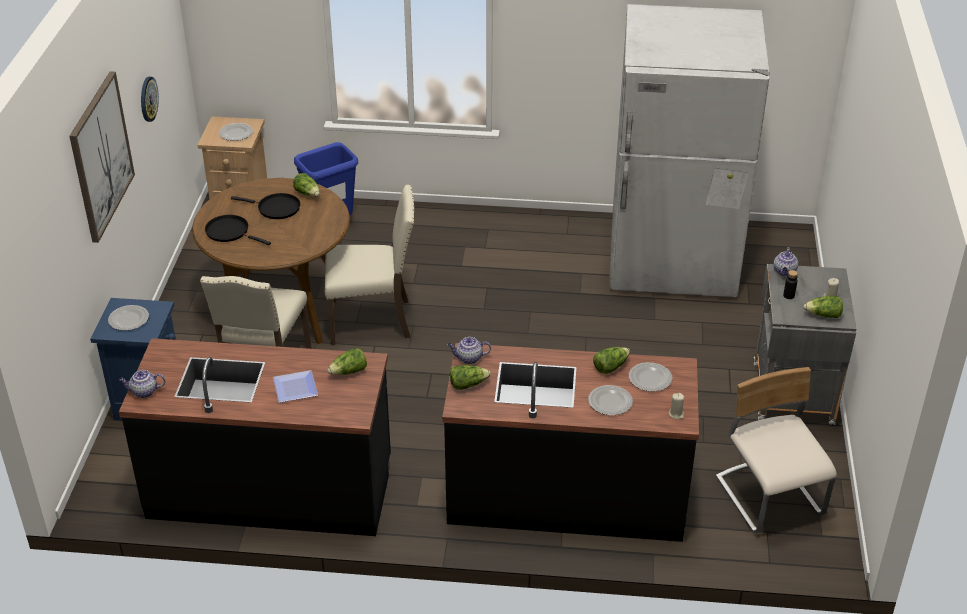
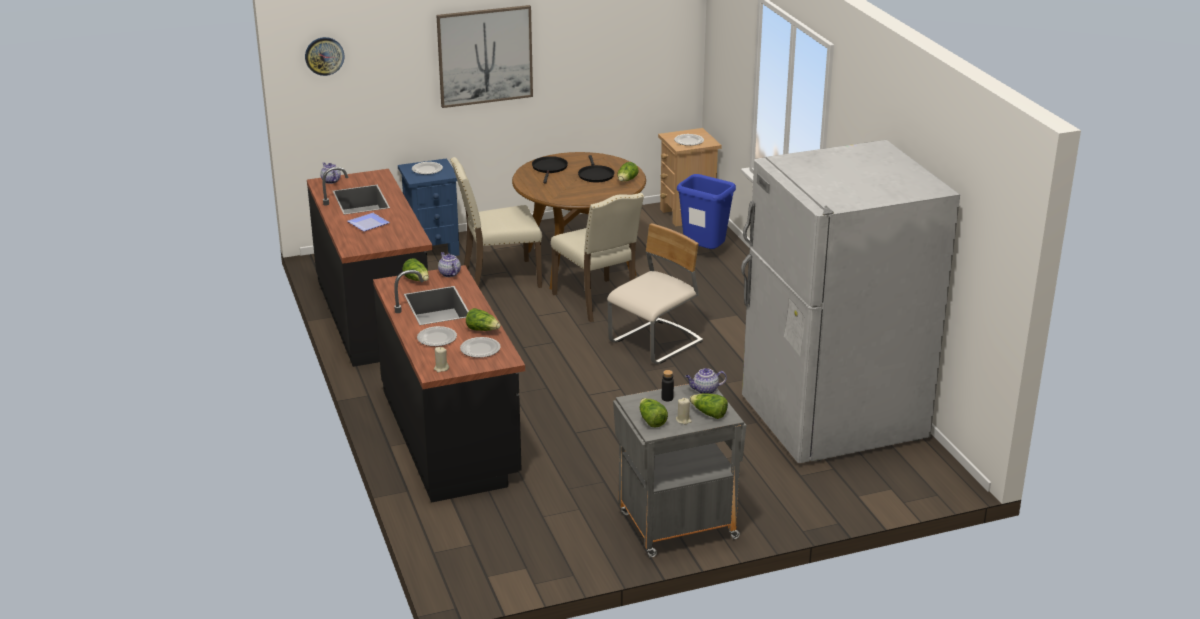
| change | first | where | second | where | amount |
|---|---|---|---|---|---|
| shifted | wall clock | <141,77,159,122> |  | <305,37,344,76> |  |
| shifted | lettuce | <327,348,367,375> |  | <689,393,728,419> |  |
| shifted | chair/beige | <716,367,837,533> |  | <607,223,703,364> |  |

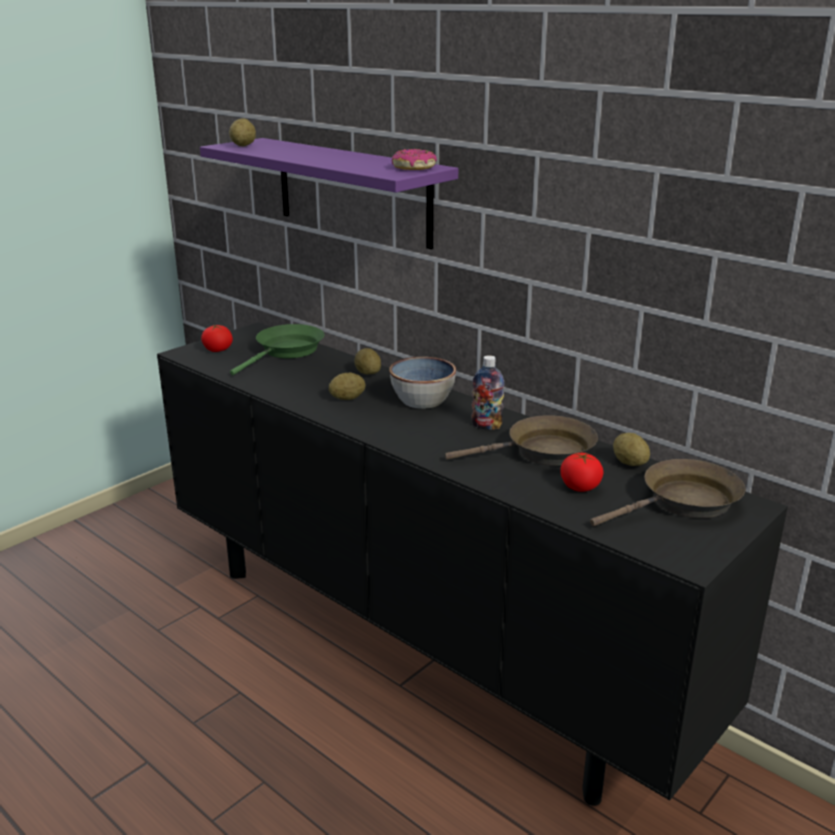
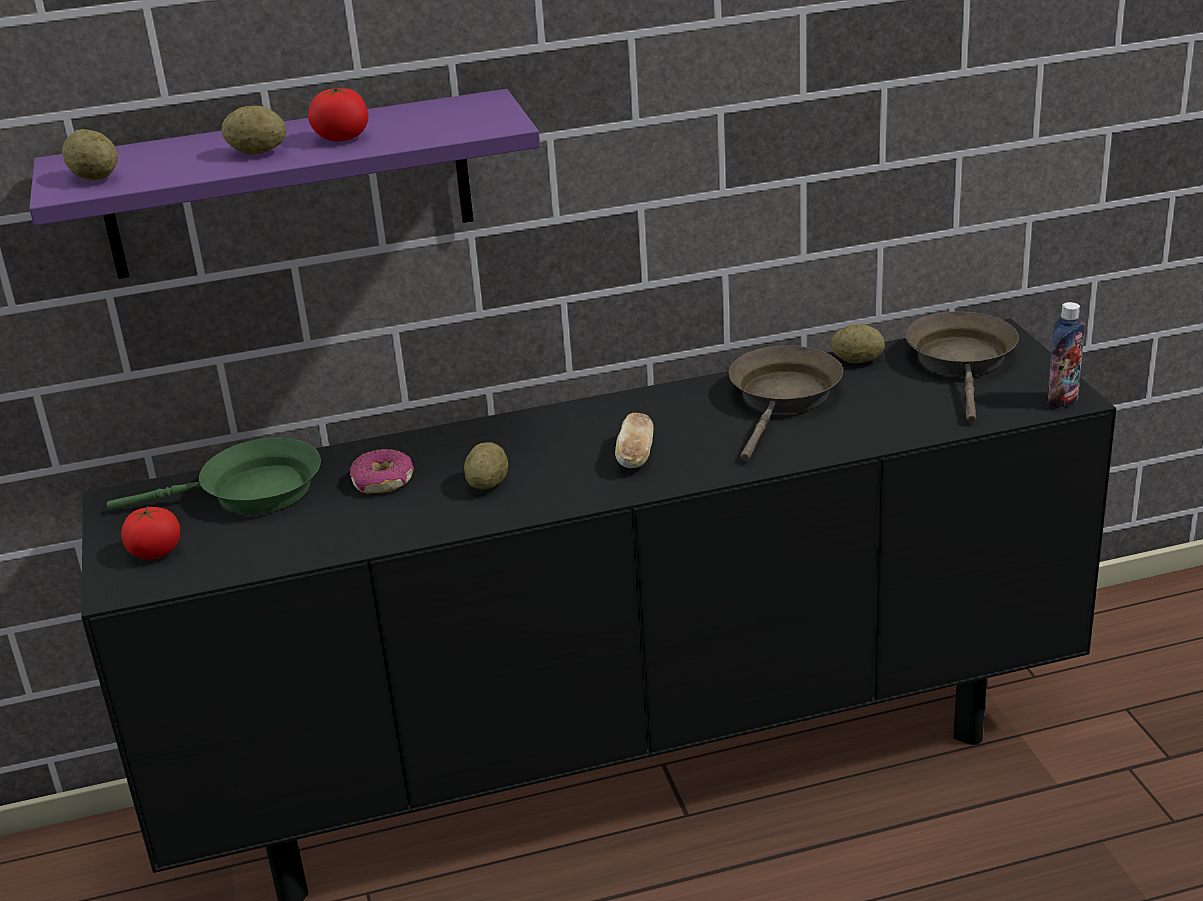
| change | first | where | second | where | amount |
|---|---|---|---|---|---|
| gone | bowl | <389,357,456,409> |  |  |  |
| new |  |  | bread | <615,413,654,468> |  |
| shifted | potato | <354,348,381,375> |  | <221,106,287,155> |  |
| shifted | donut | <392,149,437,170> |  | <350,449,414,494> |  |
| shifted | bottle | <471,355,505,430> |  | <1047,302,1085,408> |  |
| shifted | tomato | <560,453,604,492> |  | <308,88,368,142> |  |
| rotated | frying pan/green | <230,324,324,375> |  | <107,437,321,514> | 105 degrees clockwise |

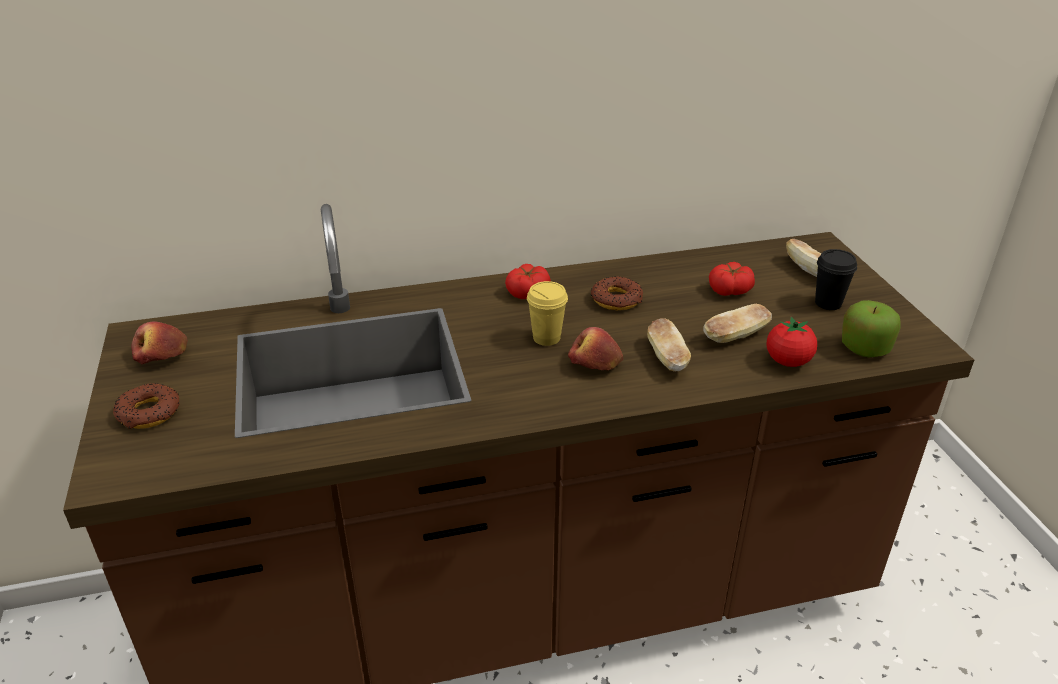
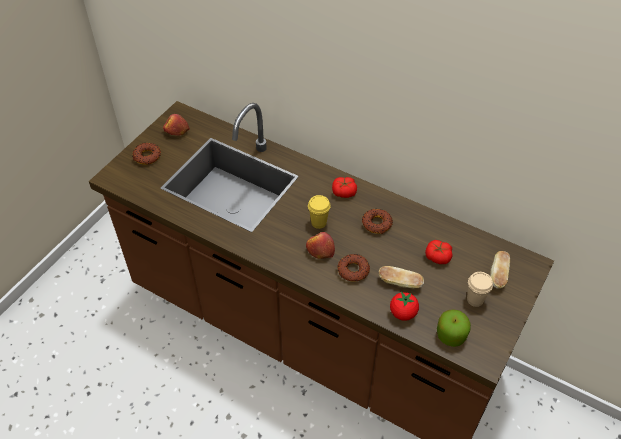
| change | first | where | second | where | amount |
|---|---|---|---|---|---|
| swapped | bread | <647,318,691,372> | donut | <338,254,370,282> |  |
| repainted | cup/black | <815,249,857,310> | cup/beige | <467,272,493,307> |  |

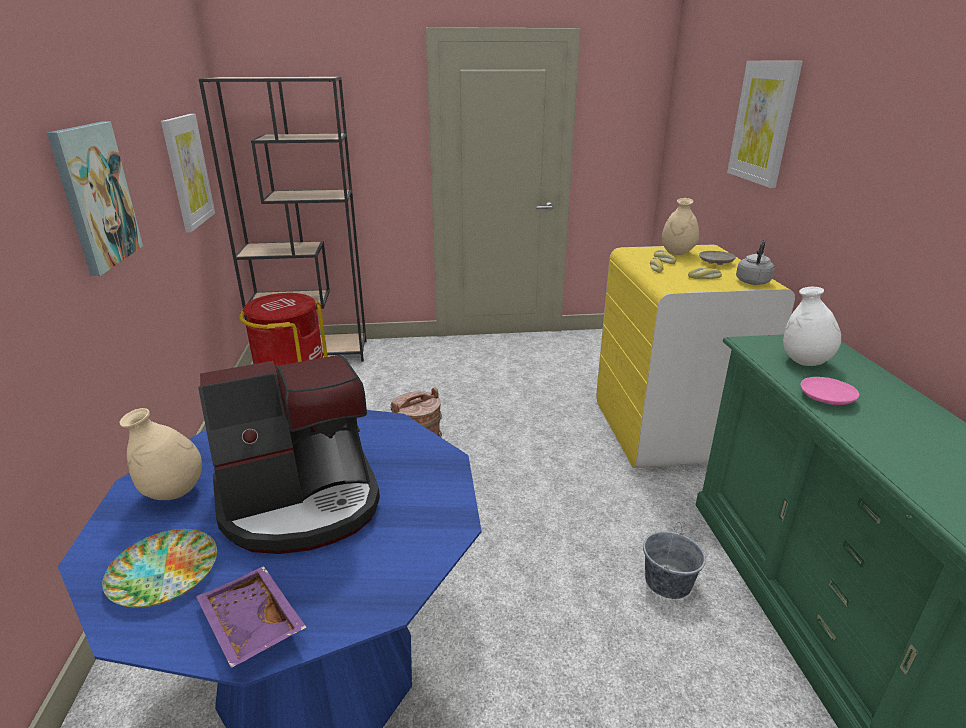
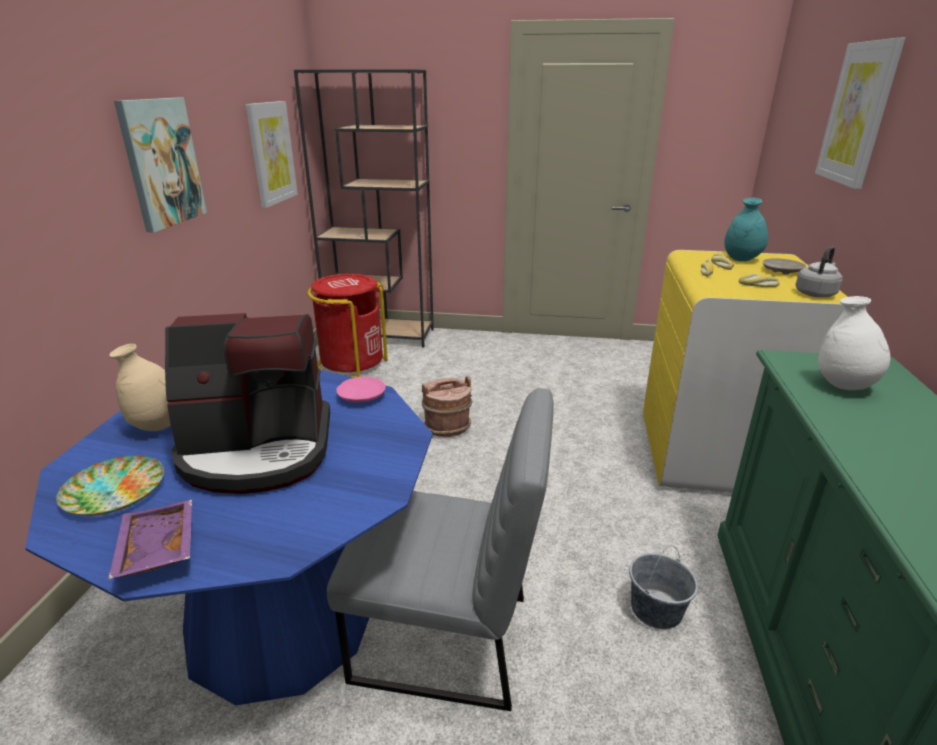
| change | first | where | second | where | amount |
|---|---|---|---|---|---|
| new |  |  | chair/grey | <327,388,554,711> |  |
| shifted | plate/pink | <800,377,859,405> |  | <336,377,386,403> |  |
| repainted | vase/beige | <662,198,699,255> | vase/turquoise | <724,198,768,261> |  |

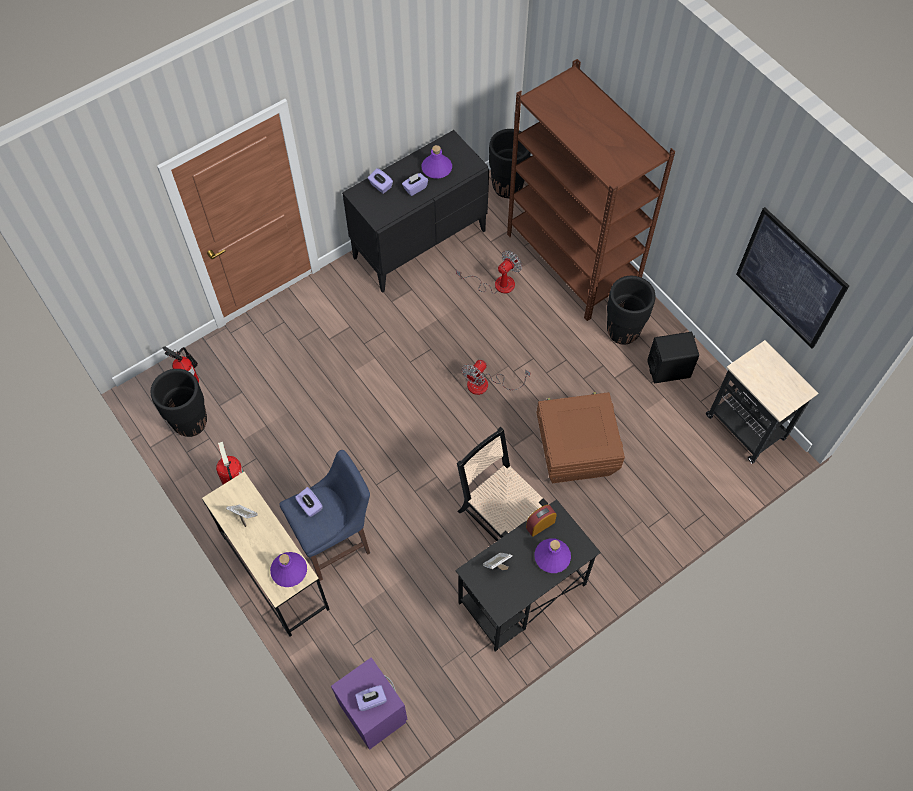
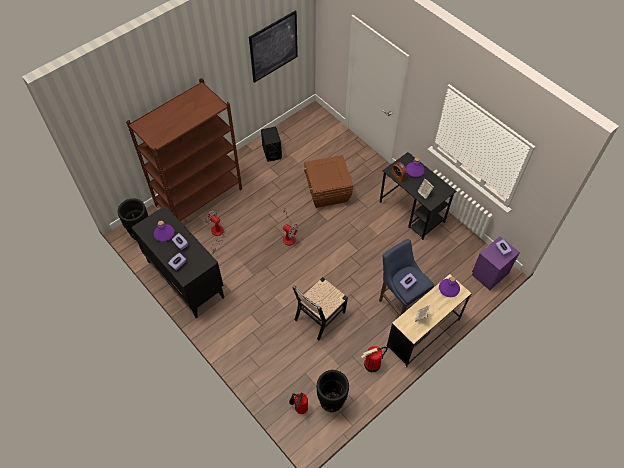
| change | first | where | second | where | amount |
|---|---|---|---|---|---|
| gone | planter/black | <607,276,655,345> |  |  |  |
| gone | cart | <706,340,818,464> |  |  |  |
| shifted | chair | <457,427,548,541> |  | <292,277,348,341> |  |

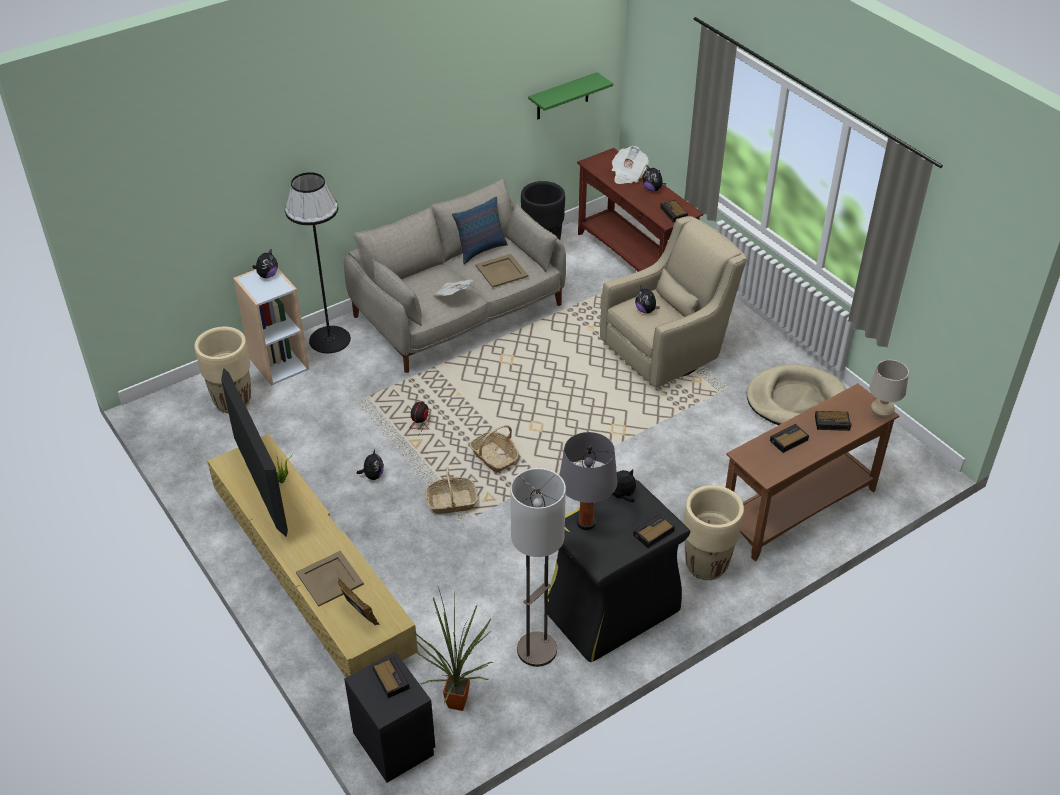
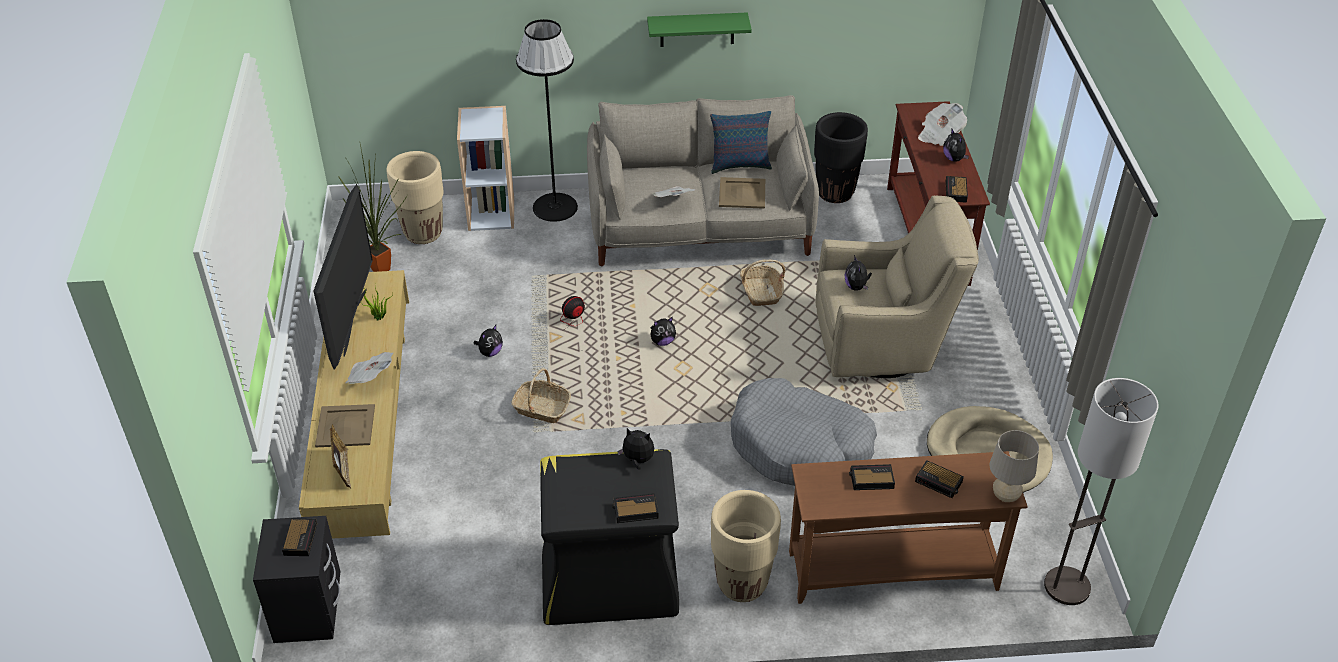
| change | first | where | second | where | amount |
|---|---|---|---|---|---|
| gone | table lamp/grey | <559,432,618,530> |  |  |  |
| new |  |  | newspaper | <345,352,393,384> |  |
| new |  |  | dog bed/grey | <731,378,877,486> |  |
| shifted | plush toy | <253,250,278,278> |  | <651,317,676,346> |  |
| shifted | potted plant | <413,585,493,711> |  | <338,144,408,272> |  |
| shifted | basket | <469,425,519,472> |  | <740,260,785,306> |  |
| shifted | floor lamp | <510,468,566,667> |  | <1044,378,1159,605> |  |
| shifted | shelf/green | <528,72,613,119> |  | <647,13,752,47> |  |

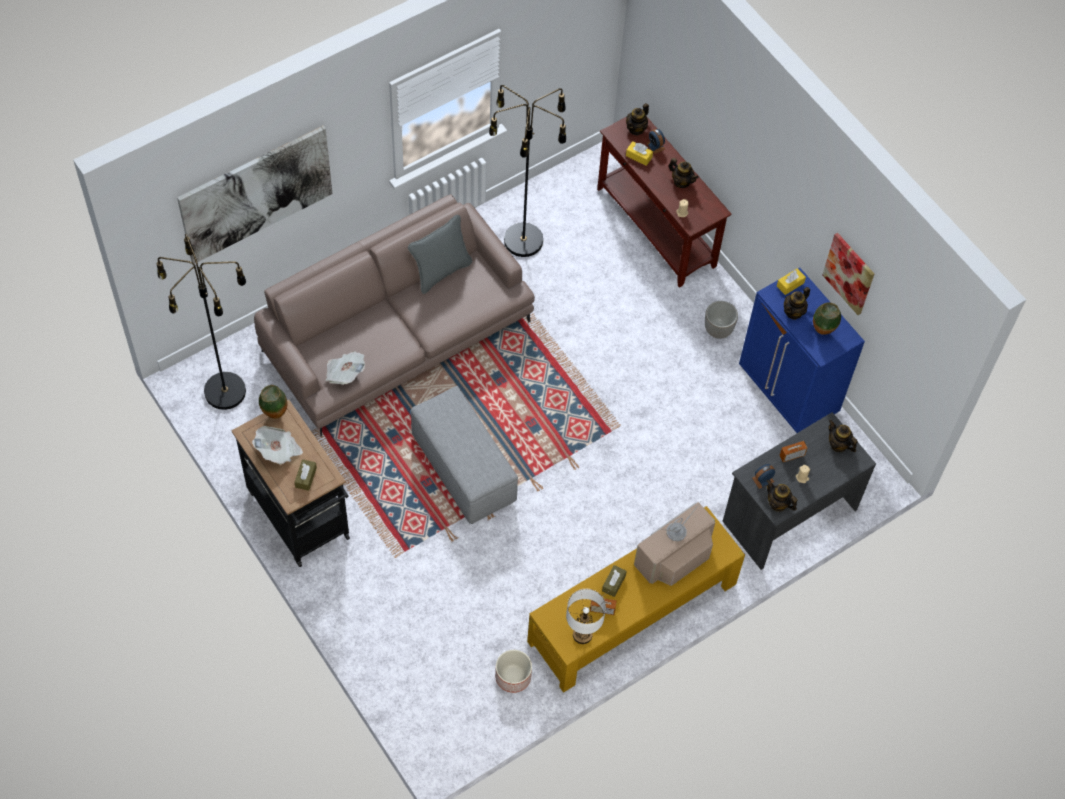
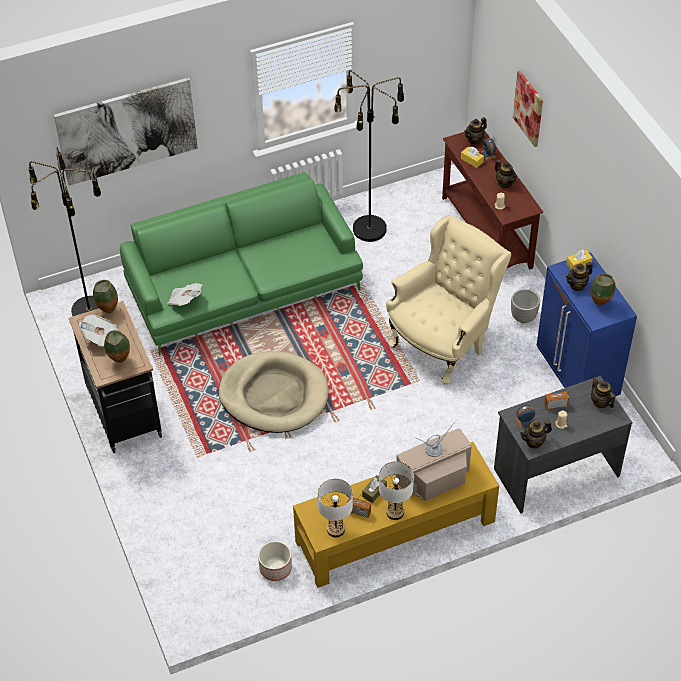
| change | first | where | second | where | amount |
|---|---|---|---|---|---|
| gone | pillow/grey | <408,215,472,294> |  |  |  |
| new |  |  | table lamp | <379,461,414,520> |  |
| new |  |  | armchair/beige | <386,215,511,385> |  |
| shifted | picture | <822,233,874,315> |  | <513,71,543,147> |  |
| swapped | tissue box/brown | <295,459,317,491> | vase | <104,330,130,363> |  |
| swapped | ottoman/grey | <411,386,518,524> | dog bed/beige | <218,351,328,433> |  |
| repainted | sofa/beige | <254,194,535,437> | sofa/green | <120,172,363,356> |  |
| rotated | teapot | <766,480,797,512> |  | <520,420,552,449> | 75 degrees counterclockwise |

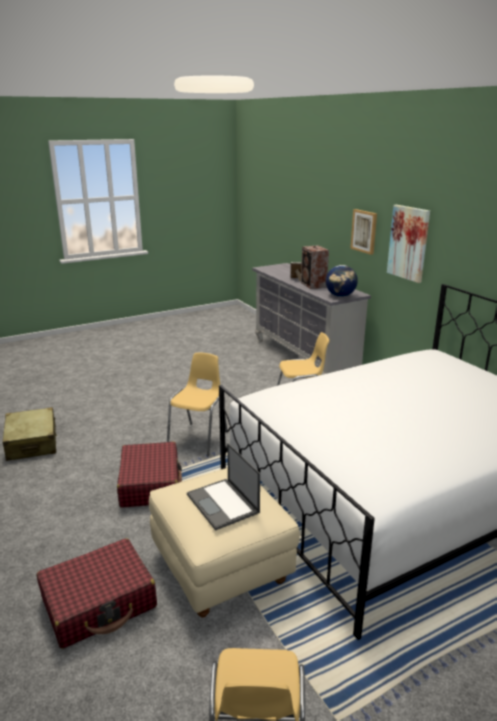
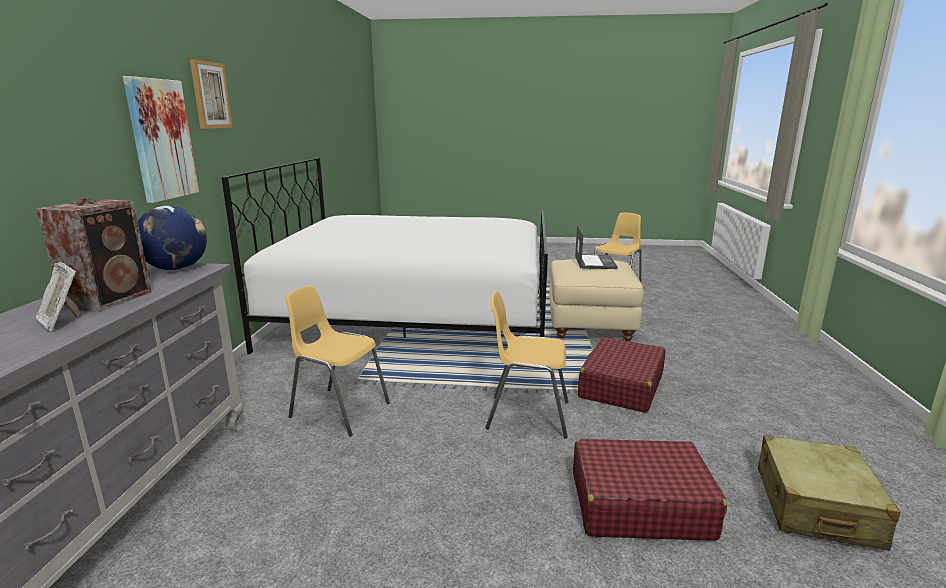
| change | first | where | second | where | amount |
|---|---|---|---|---|---|
| shifted | suitcase/red | <37,538,157,649> |  | <573,439,727,540> |  |
| shifted | picture | <350,209,377,255> |  | <190,59,233,129> |  |
| rotated | chair/yellow | <167,353,227,456> |  | <485,291,569,439> | 45 degrees clockwise |

